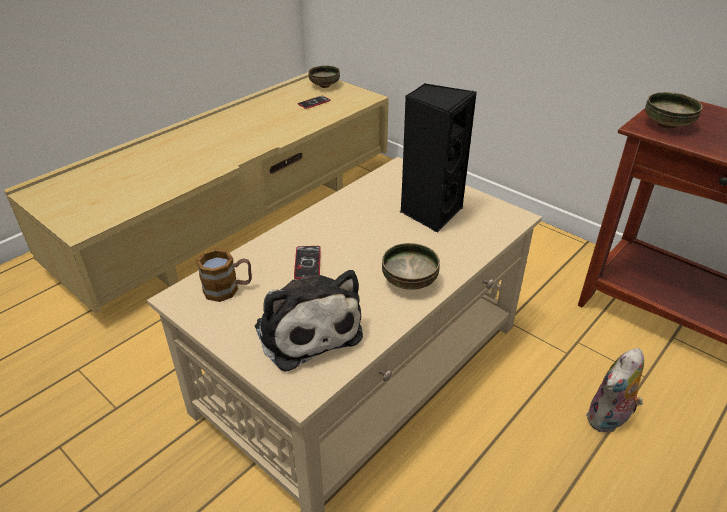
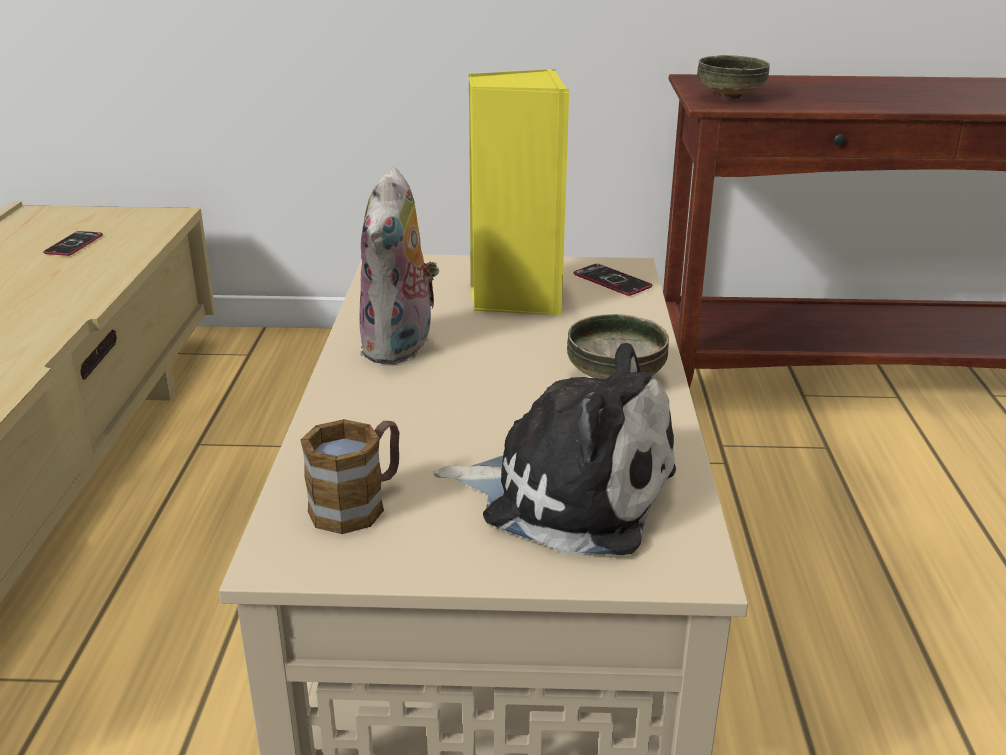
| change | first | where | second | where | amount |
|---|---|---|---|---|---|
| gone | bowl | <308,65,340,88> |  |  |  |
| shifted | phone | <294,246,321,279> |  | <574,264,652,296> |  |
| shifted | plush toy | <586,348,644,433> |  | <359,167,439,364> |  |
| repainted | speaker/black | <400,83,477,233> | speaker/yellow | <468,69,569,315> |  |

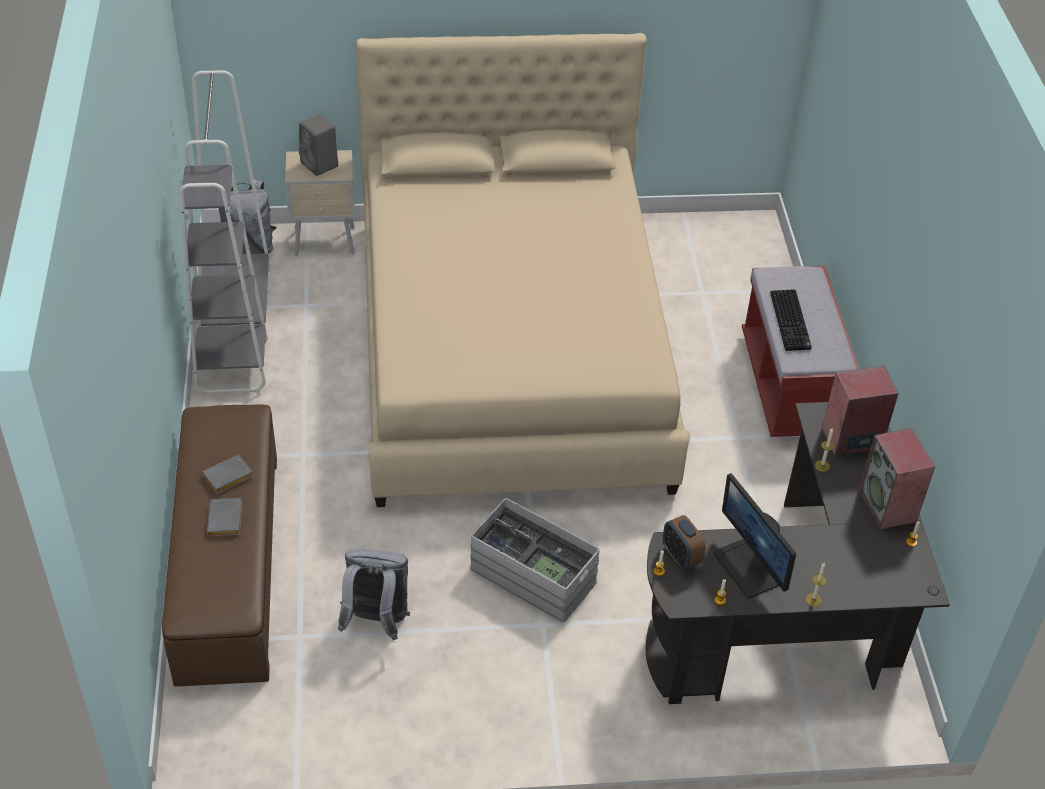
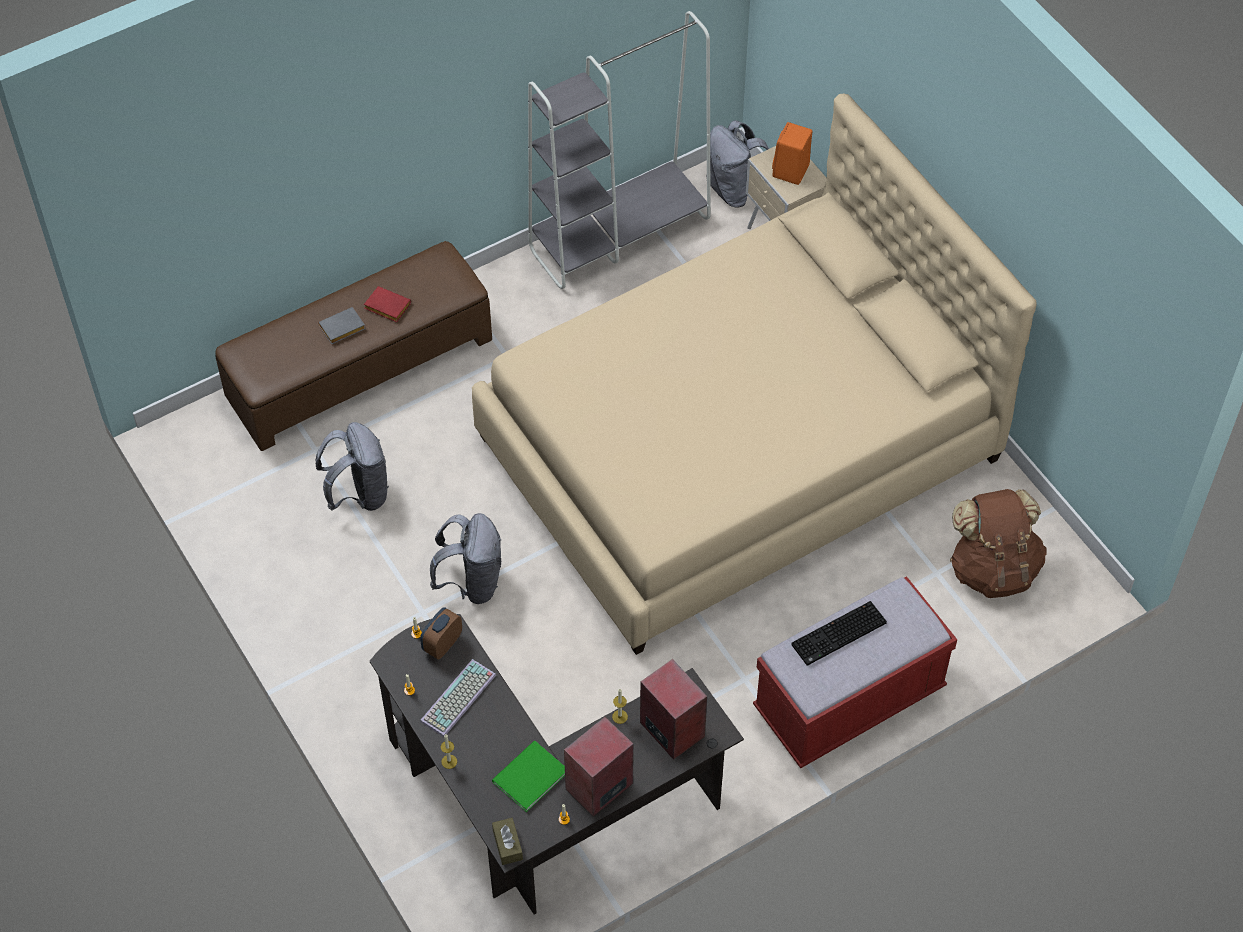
| change | first | where | second | where | amount |
|---|---|---|---|---|---|
| new |  |  | book/green | <492,741,565,812> |  |
| new |  |  | tissue box/brown | <492,818,523,865> |  |
| new |  |  | backpack/brown | <950,489,1046,598> |  |
| swapped | storage box/grey | <470,498,600,622> | backpack/grey | <430,513,501,604> |  |
| swapped | monitor | <714,473,796,598> | keyboard | <420,659,496,737> |  |
| repainted | book/grey | <202,455,254,494> | book/red | <364,286,411,322> |  |
| repainted | speaker/grey | <299,114,338,176> | speaker/orange | <772,122,813,185> |  |

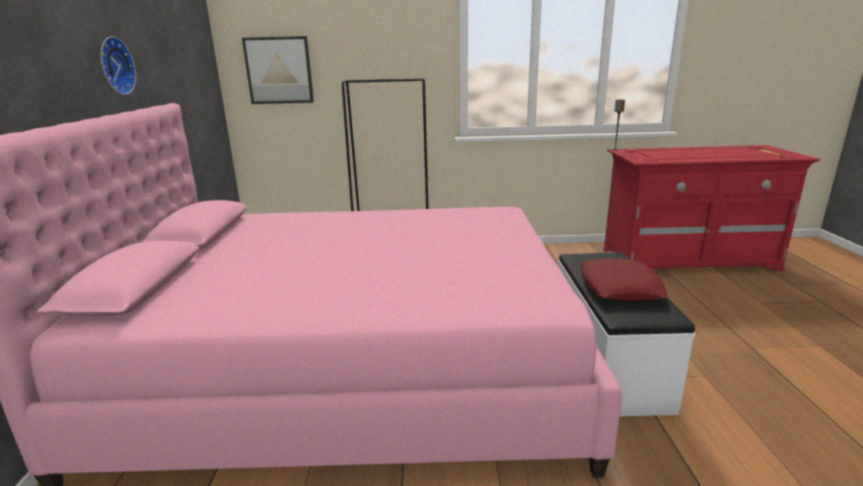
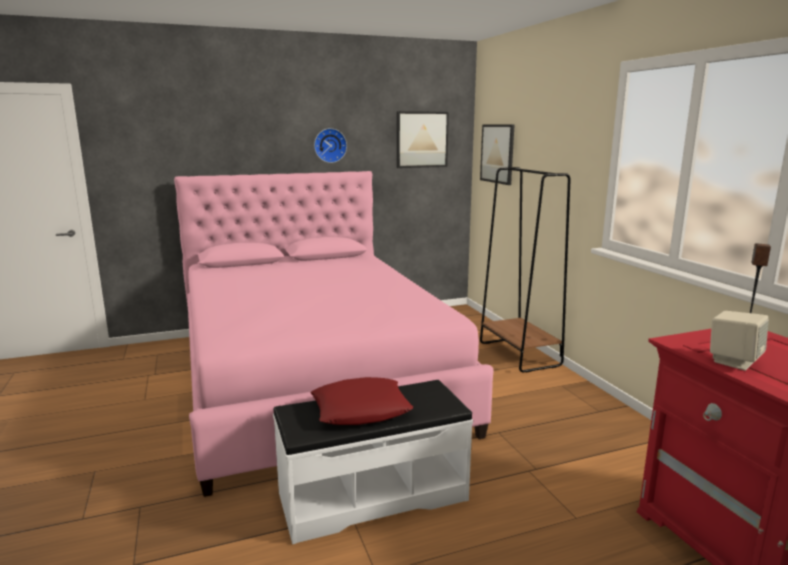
| change | first | where | second | where | amount |
|---|---|---|---|---|---|
| new |  |  | picture | <397,111,449,168> |  |
| new |  |  | speaker/beige | <710,311,769,371> |  |

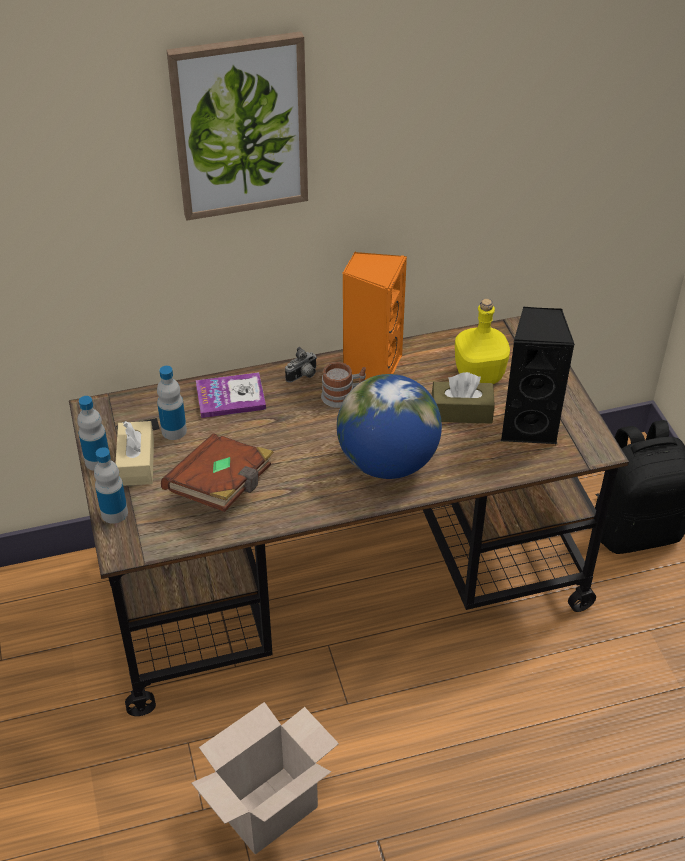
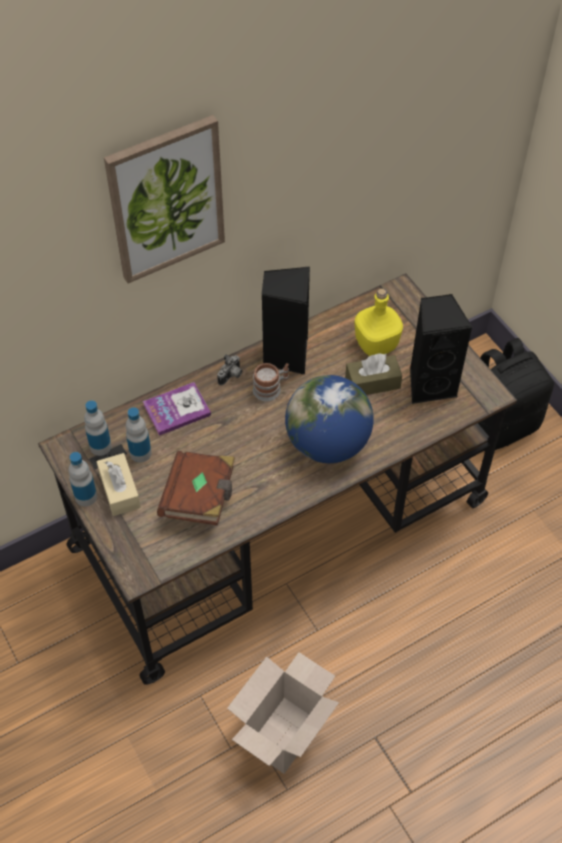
| change | first | where | second | where | amount |
|---|---|---|---|---|---|
| shifted | bottle | <94,447,128,524> |  | <84,401,112,456> |  |
| repainted | speaker/orange | <343,252,407,380> | speaker/black | <262,267,310,375> |  |

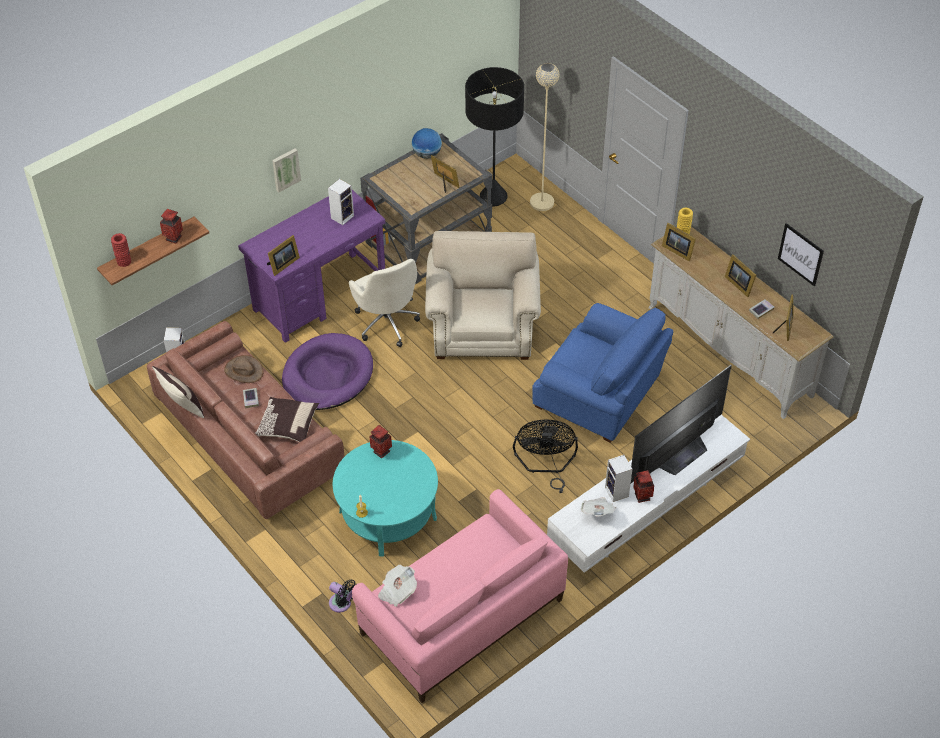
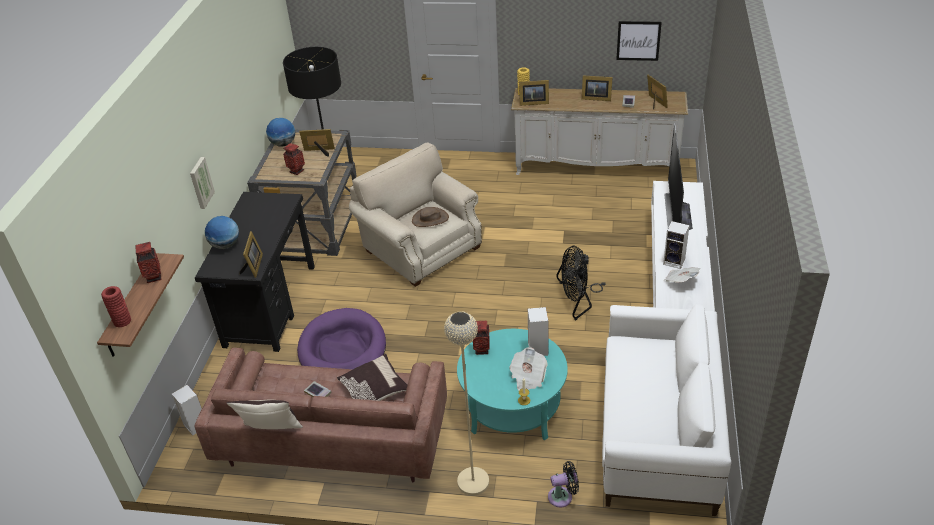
| change | first | where | second | where | amount |
|---|---|---|---|---|---|
| gone | office chair/beige | <349,259,420,347> |  |  |  |
| gone | armchair/blue | <532,303,674,443> |  |  |  |
| new |  |  | globe | <205,216,239,249> |  |
| shifted | hat/brown | <224,355,263,383> |  | <412,207,449,227> |  |
| shifted | speaker | <328,179,354,225> |  | <528,307,549,356> |  |
| shifted | newspaper | <378,565,417,607> |  | <509,347,548,391> |  |
| shifted | floor lamp/beige | <530,63,559,211> |  | <444,311,489,496> |  |
| shifted | vase | <633,470,654,503> |  | <283,143,305,175> |  |
| repainted | desk/purple | <238,190,385,343> | desk/black | <195,192,315,352> |  |
| repainted | sofa/pink | <352,489,568,703> | sofa/white | <602,304,731,516> |  |
| rotated | fan/black | <513,420,578,493> |  | <556,246,606,320> | 60 degrees counterclockwise |

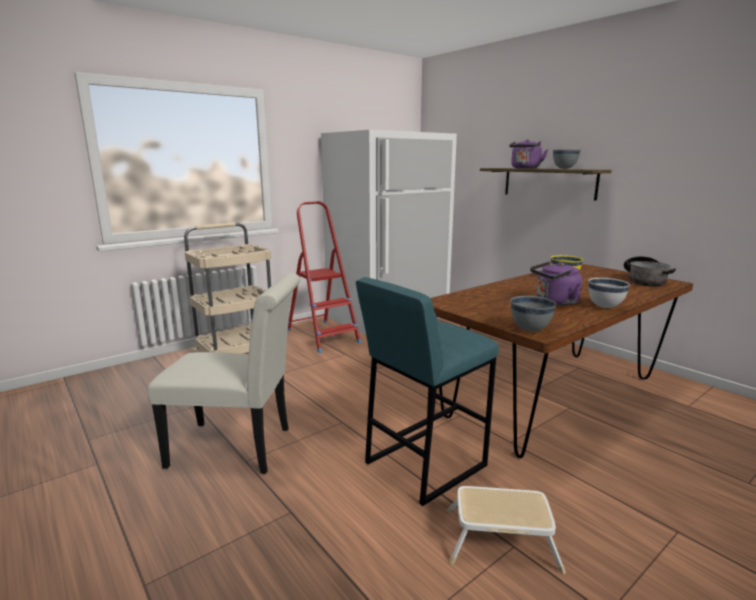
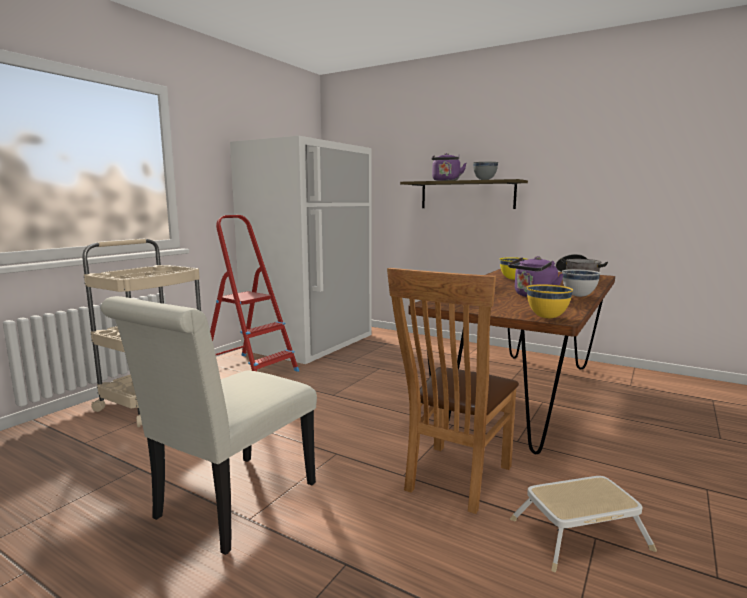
| change | first | where | second | where | amount |
|---|---|---|---|---|---|
| swapped | stool/turquoise | <356,277,499,506> | chair/brown | <387,268,519,514> |  |
| repainted | bowl/grey | <510,296,556,332> | bowl/yellow | <527,284,573,318> |  |
| rotated | chair/white | <147,273,300,474> |  | <101,296,317,555> | 135 degrees clockwise |

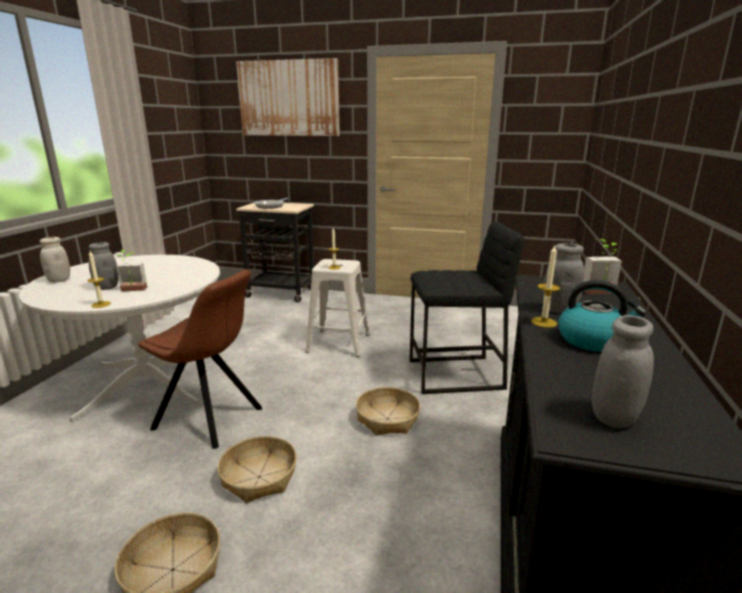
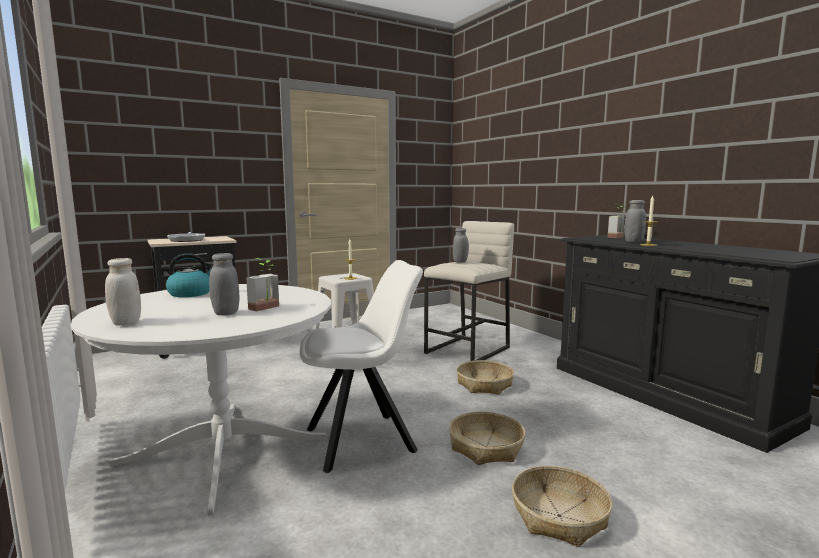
| change | first | where | second | where | amount |
|---|---|---|---|---|---|
| gone | candle | <87,251,111,308> |  |  |  |
| gone | picture | <236,58,340,136> |  |  |  |
| shifted | kettle | <558,280,646,352> |  | <166,253,213,297> |  |
| shifted | jar/grey | <592,315,654,429> |  | <453,228,469,263> |  |
| repainted | chair/brown | <138,269,262,449> | chair/white | <300,260,423,473> |  |
| repainted | stool/black | <409,221,524,394> | stool/beige | <424,221,514,361> |  |

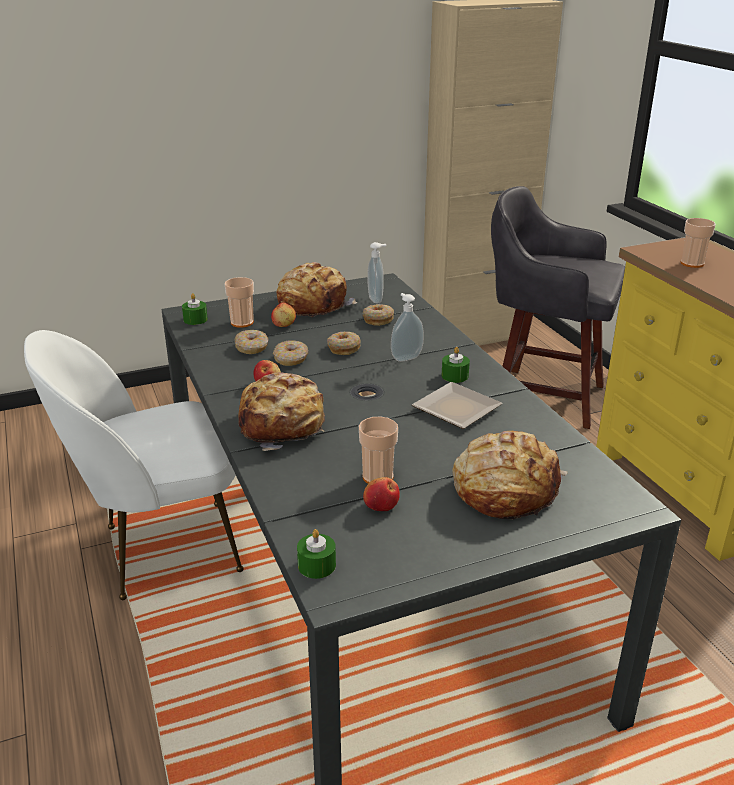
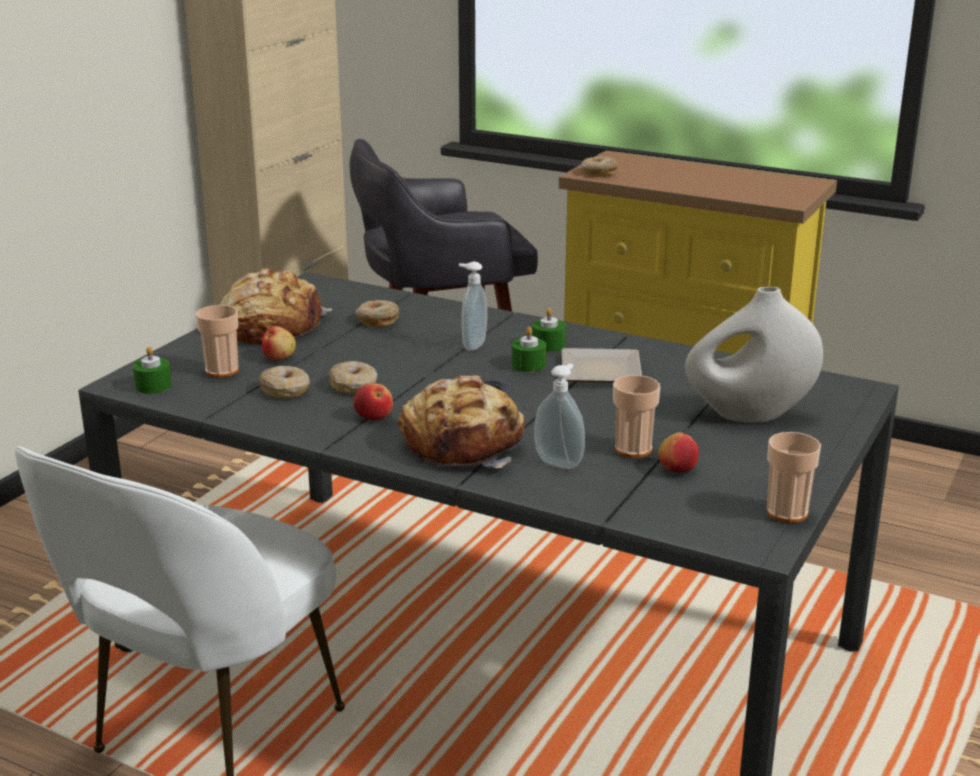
| change | first | where | second | where | amount |
|---|---|---|---|---|---|
| shifted | candle/green | <297,529,336,579> |  | <512,327,546,372> |  |
| shifted | donut | <327,332,361,355> |  | <580,157,618,177> |  |
| shifted | soap dispenser | <367,242,387,303> |  | <534,364,585,469> |  |
| shifted | cup | <681,218,716,268> |  | <767,432,821,523> |  |
| swapped | bread | <452,431,568,519> | vase/white | <685,287,823,423> |  |

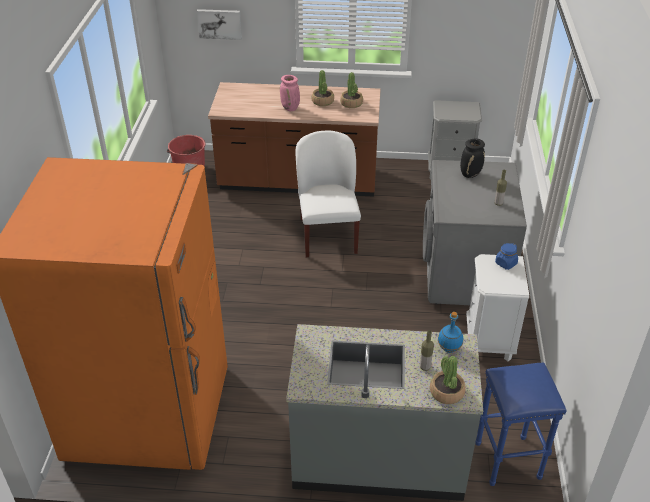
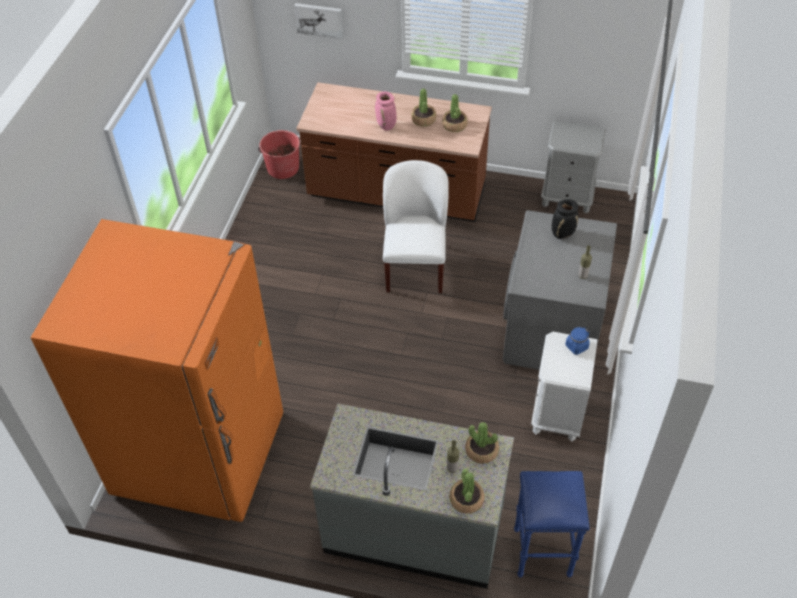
| change | first | where | second | where | amount |
|---|---|---|---|---|---|
| swapped | bottle/blue | <438,312,463,353> | potted plant | <465,422,499,464> |  |

